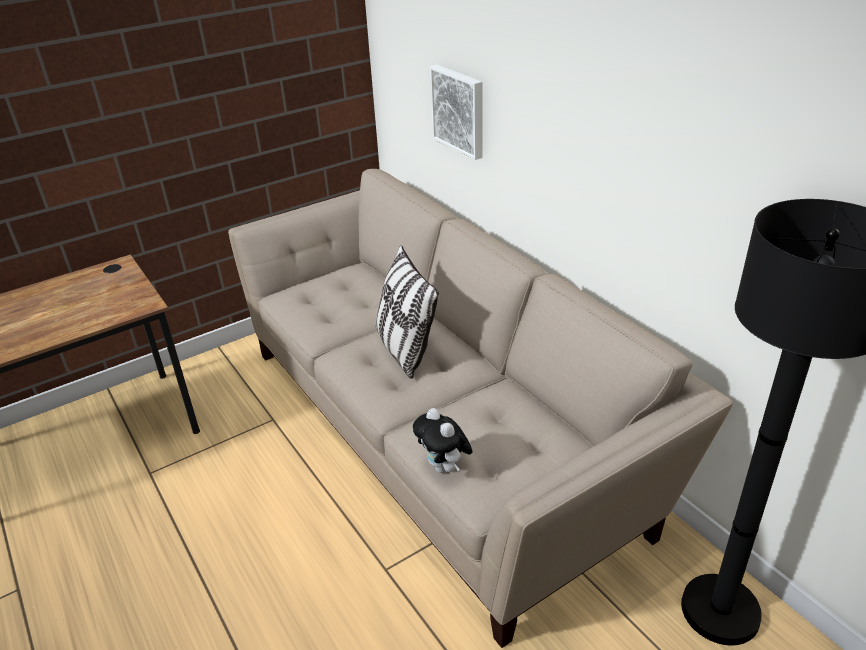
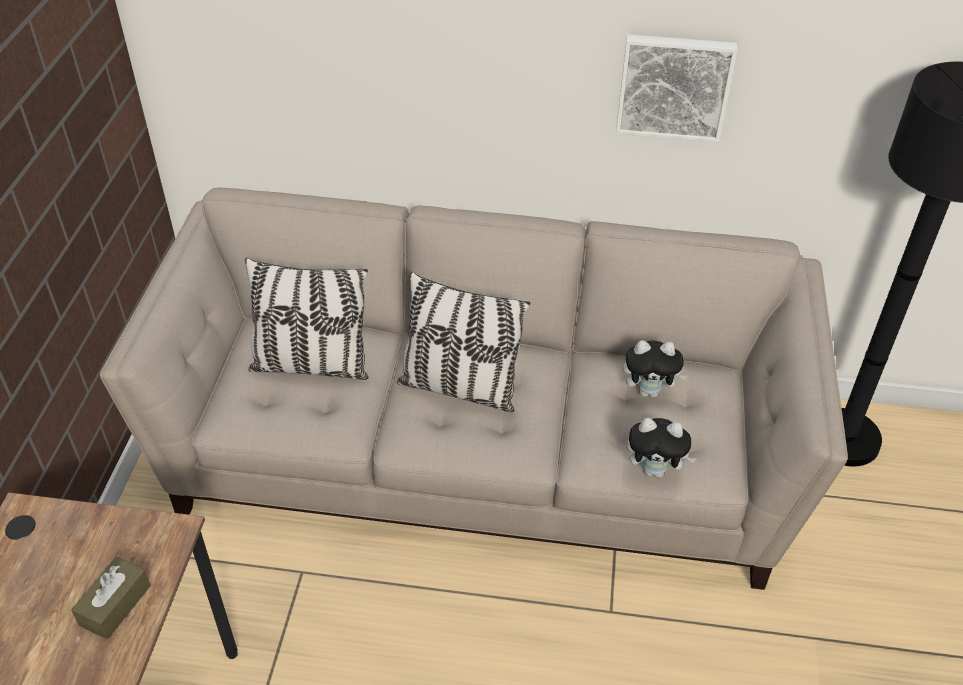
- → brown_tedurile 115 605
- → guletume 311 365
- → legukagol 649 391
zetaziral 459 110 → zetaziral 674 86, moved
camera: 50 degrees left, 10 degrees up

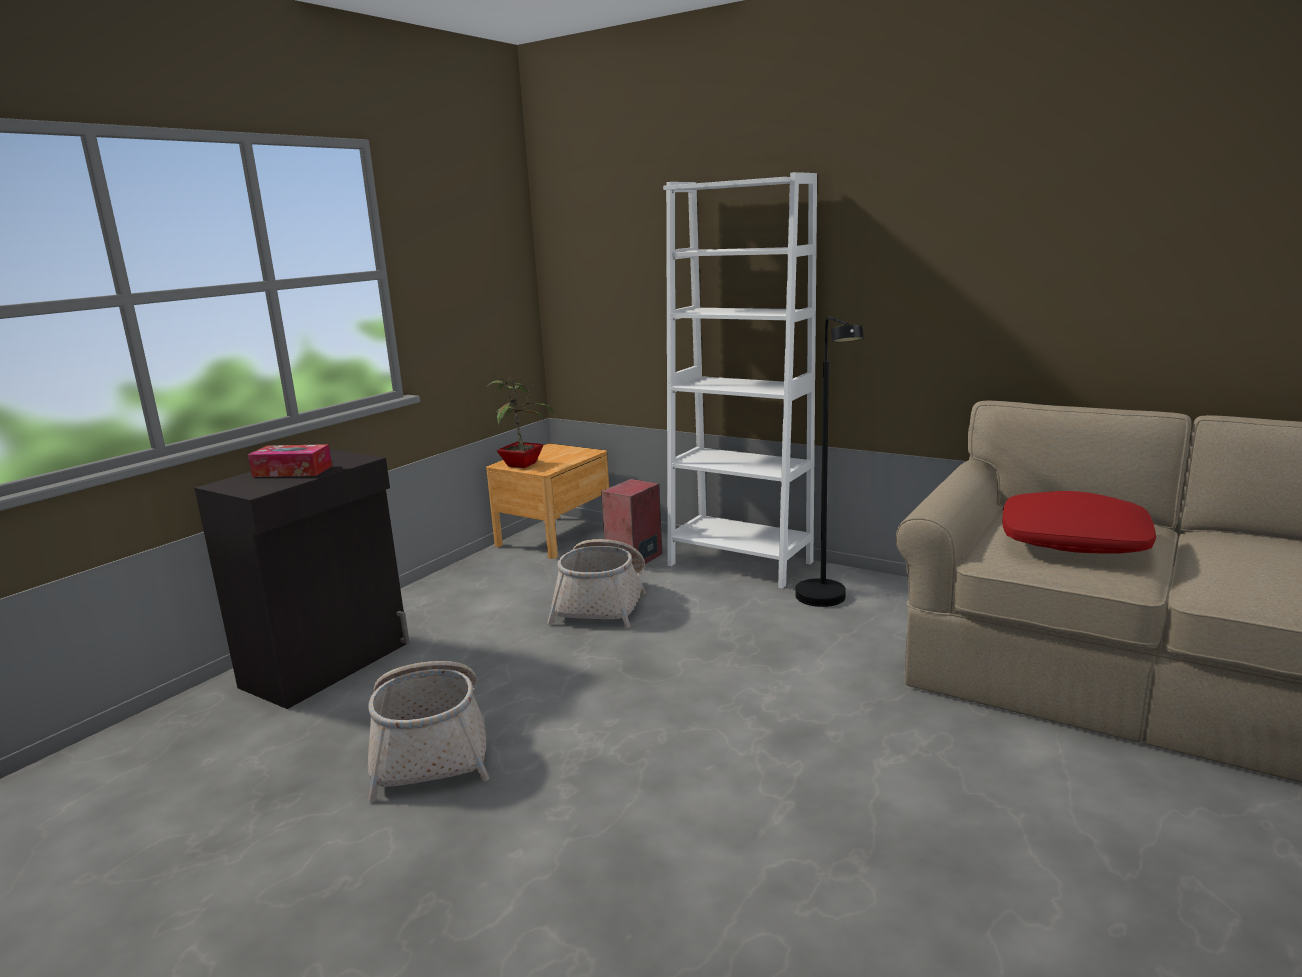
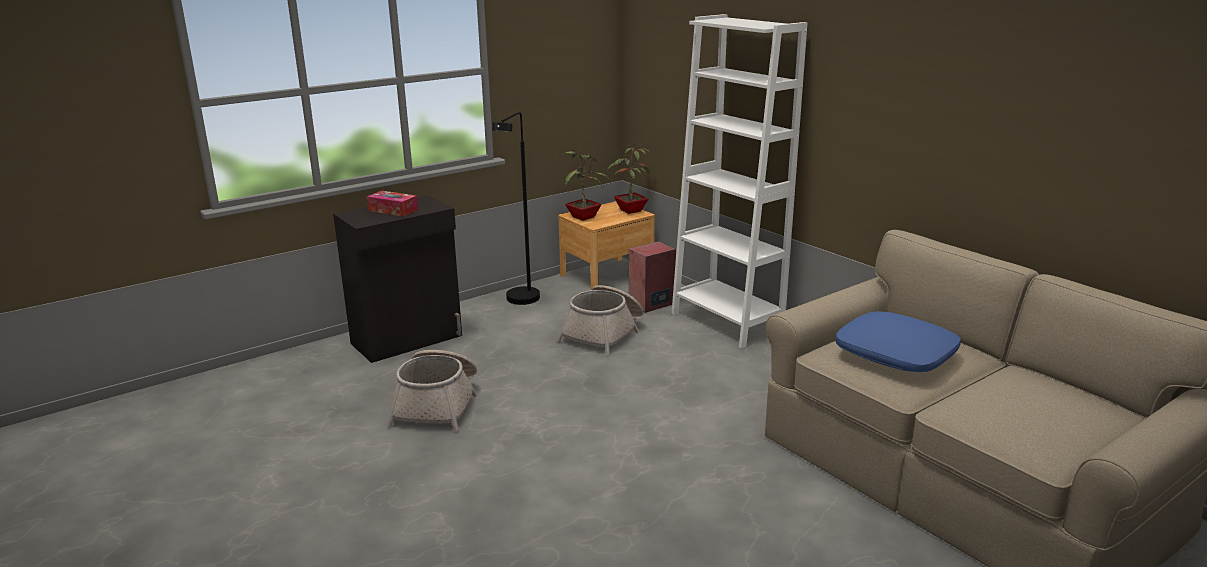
- → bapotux 629 211
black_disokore 826 602 → black_disokore 520 302, moved
red_guletume 1073 540 → blue_guletume 896 354
camera: 20 degrees right, 5 degrees up

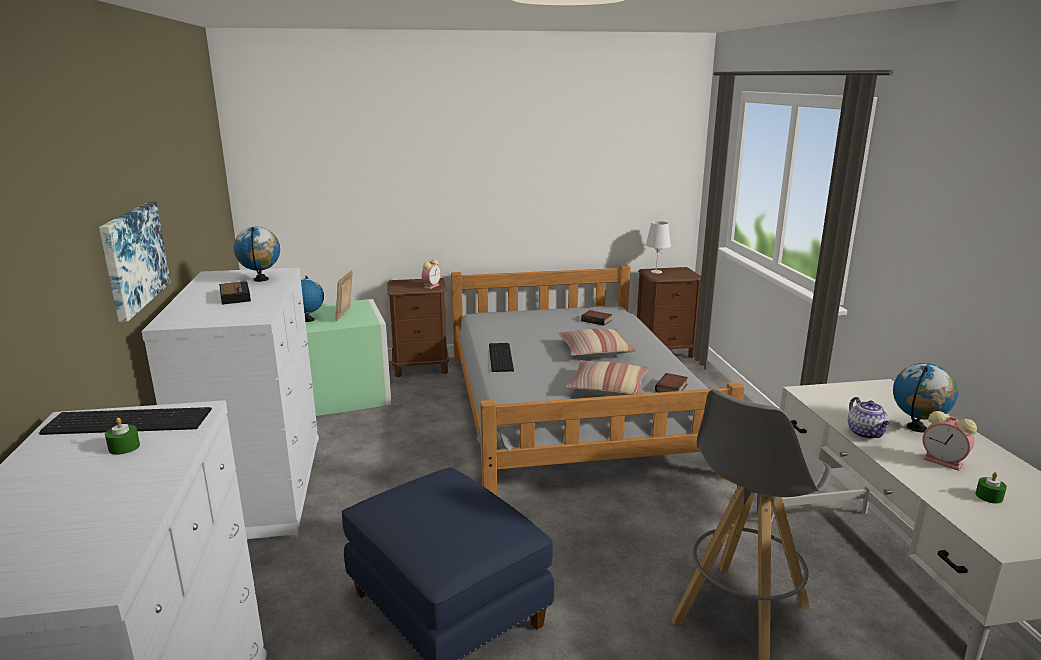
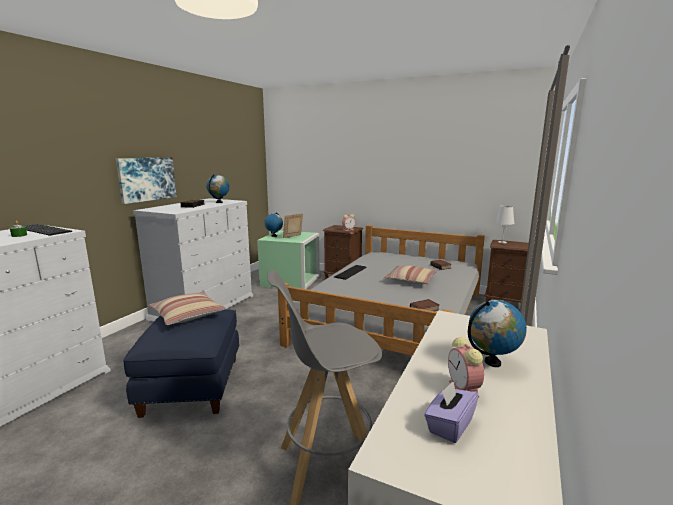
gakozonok 866 433 → -
guletume 608 387 → guletume 187 315, moved
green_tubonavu 989 496 → purple_tedurile 449 425
camera: 35 degrees right, 5 degrees down

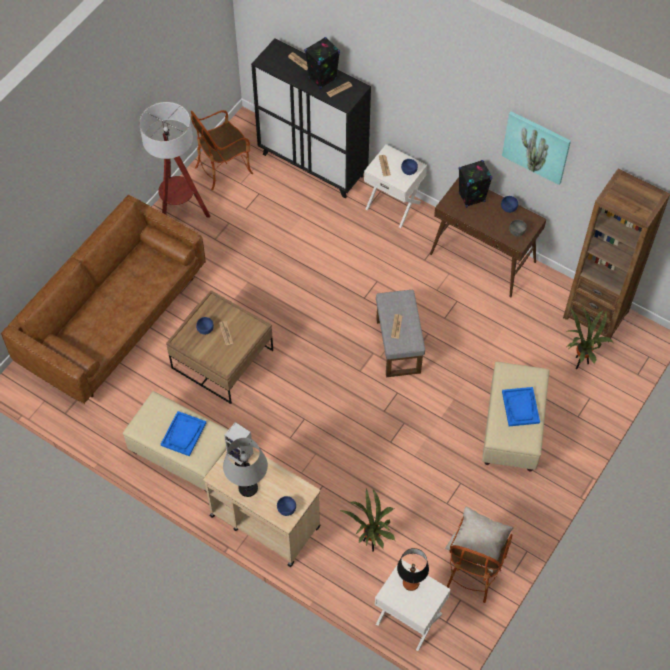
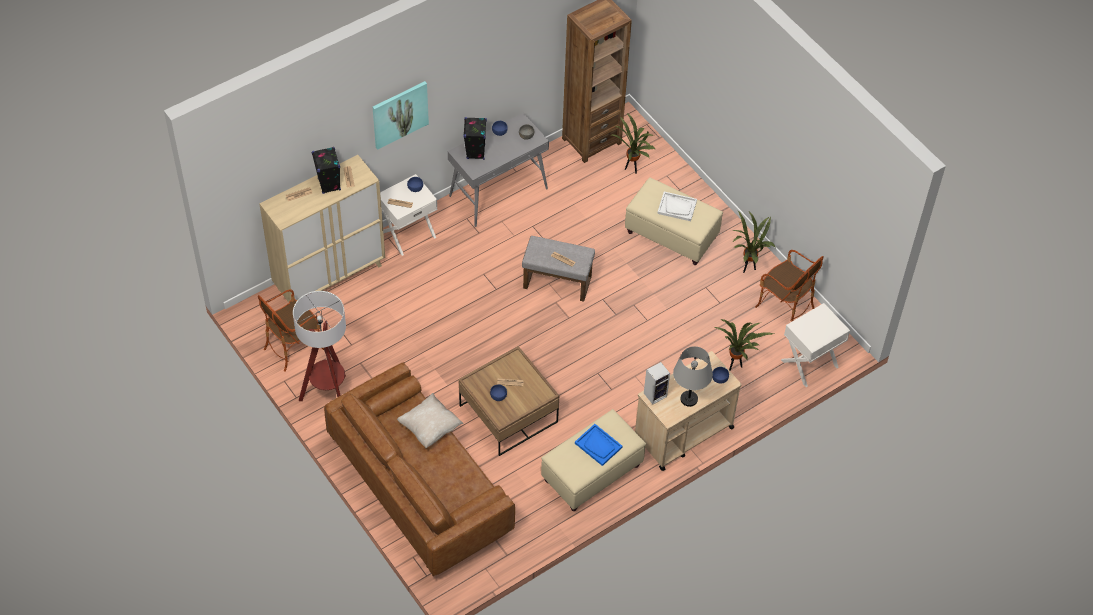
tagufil 411 583 → -
- → bapotux 747 268
beige_guletume 477 544 → beige_guletume 430 428, moved
zetaziral 536 147 → zetaziral 400 114, moved
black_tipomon 313 165 → beige_tipomon 330 277
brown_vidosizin 483 258 → grey_vidosizin 498 192
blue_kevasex 520 407 → white_kevasex 677 207
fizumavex 224 168 → fizumavex 293 347, 60 degrees clockwise
camera: 70 degrees left, 5 degrees down

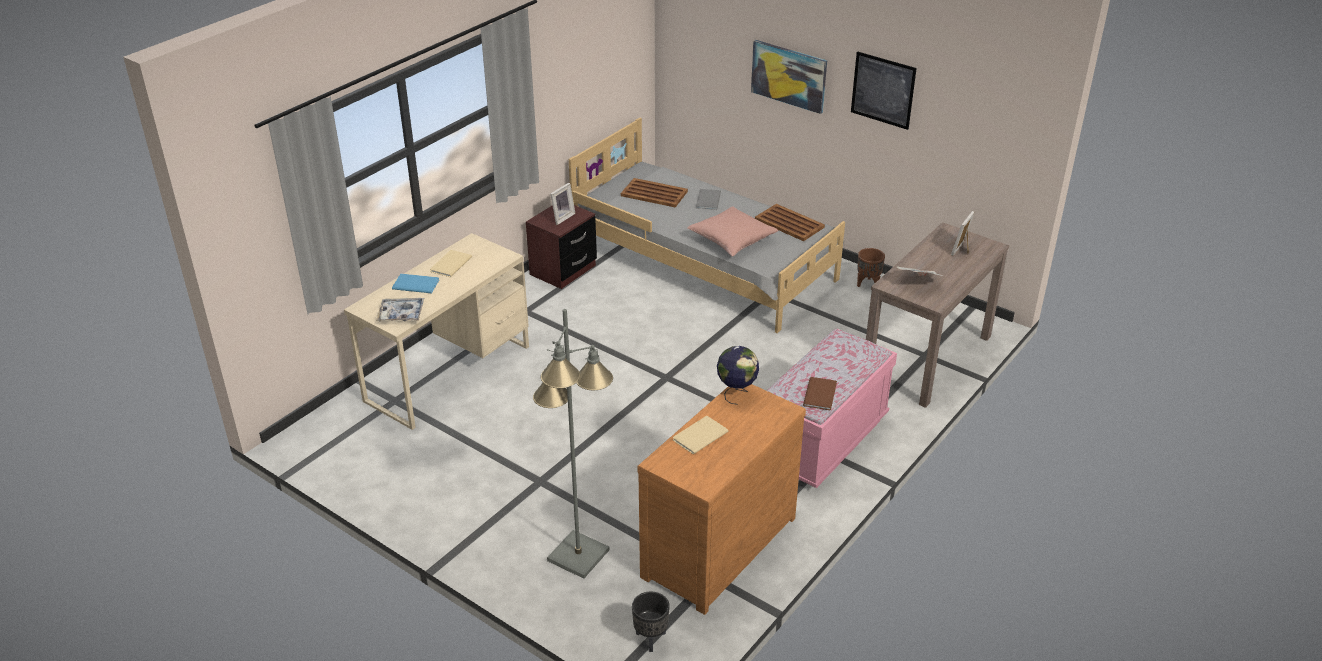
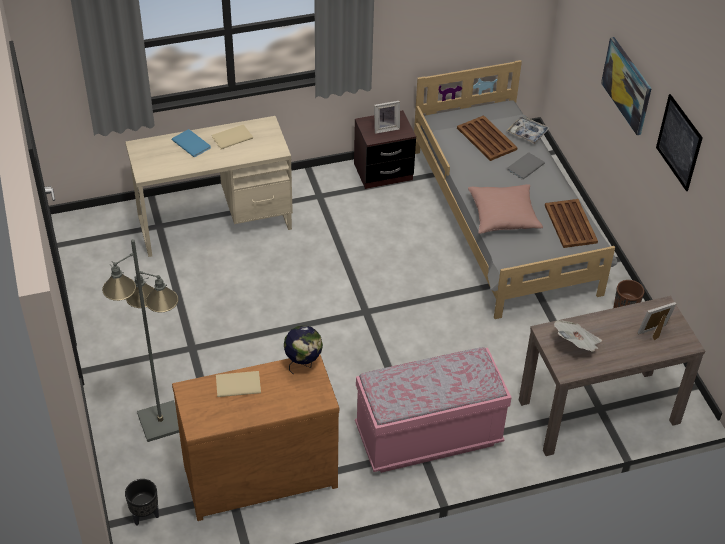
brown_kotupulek 821 394 → -
kevasex 401 314 → kevasex 527 133, moved
camera: 35 degrees right, 10 degrees up

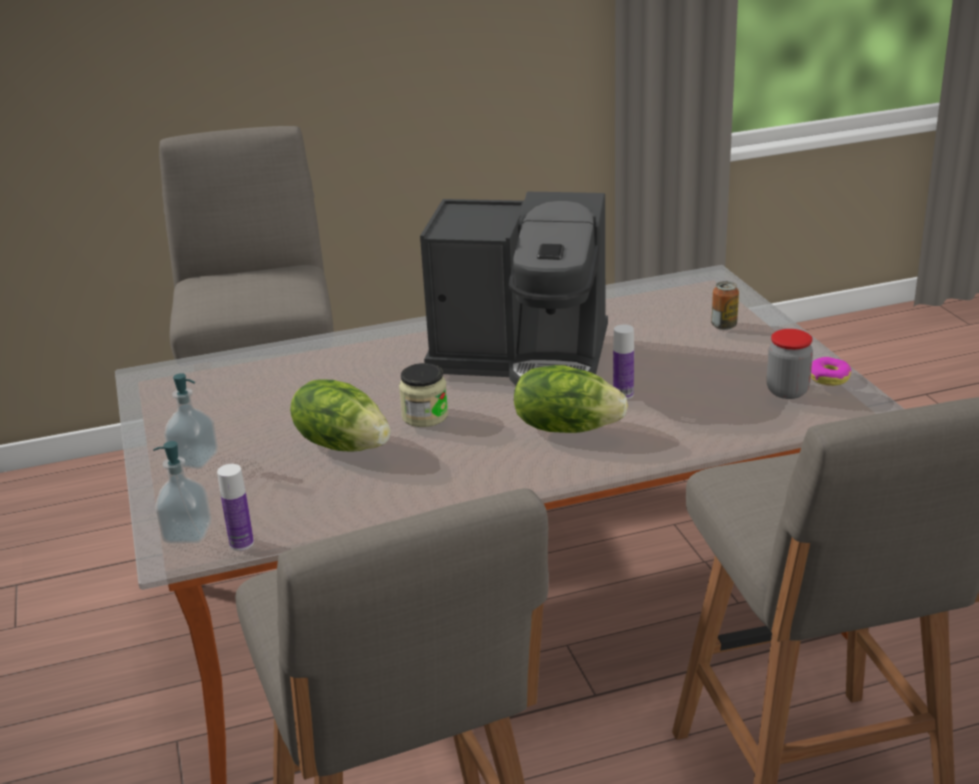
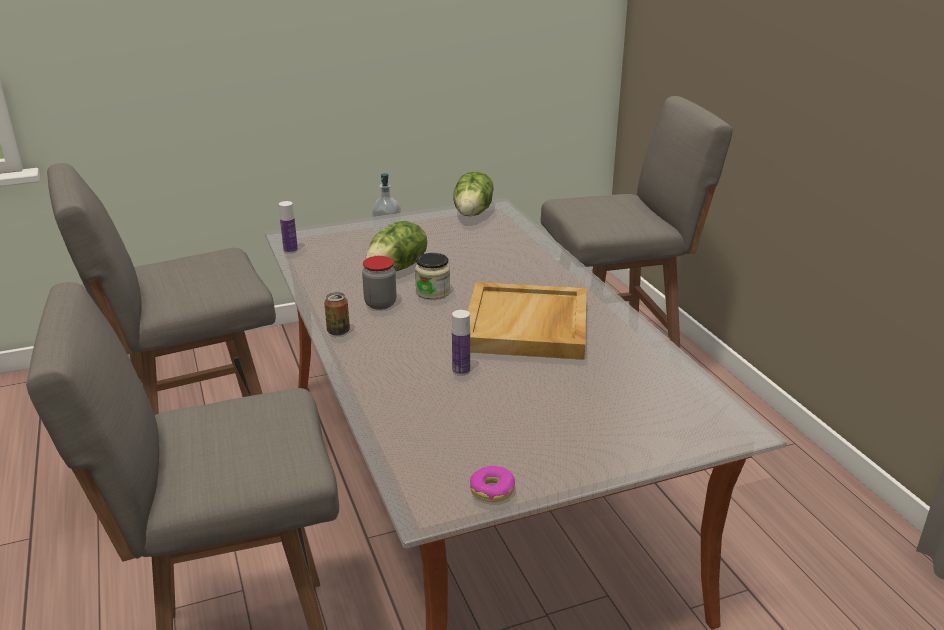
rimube 187 533 → -
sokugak 566 427 → sokugak 473 213, moved
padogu 724 325 → padogu 338 331, moved
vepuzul 787 391 → vepuzul 380 304, moved
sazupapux 523 359 → beige_kevasex 527 326
camera: 85 degrees right, 0 degrees up

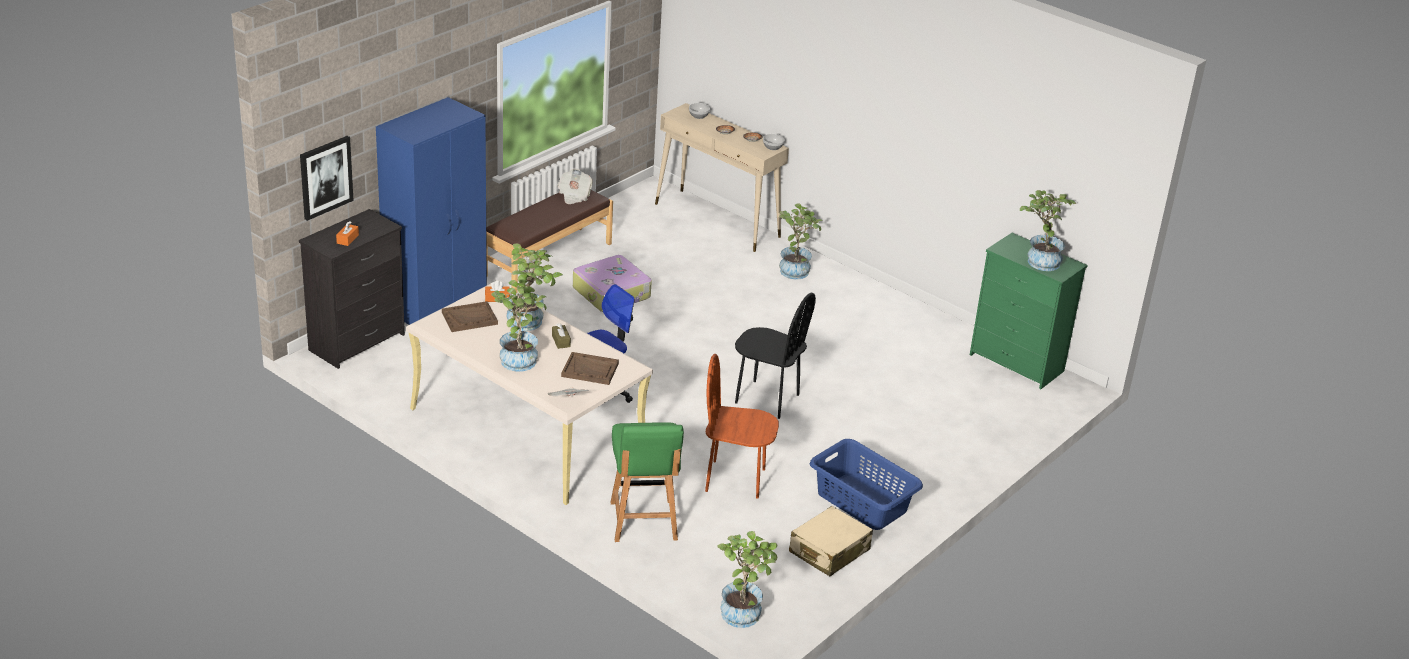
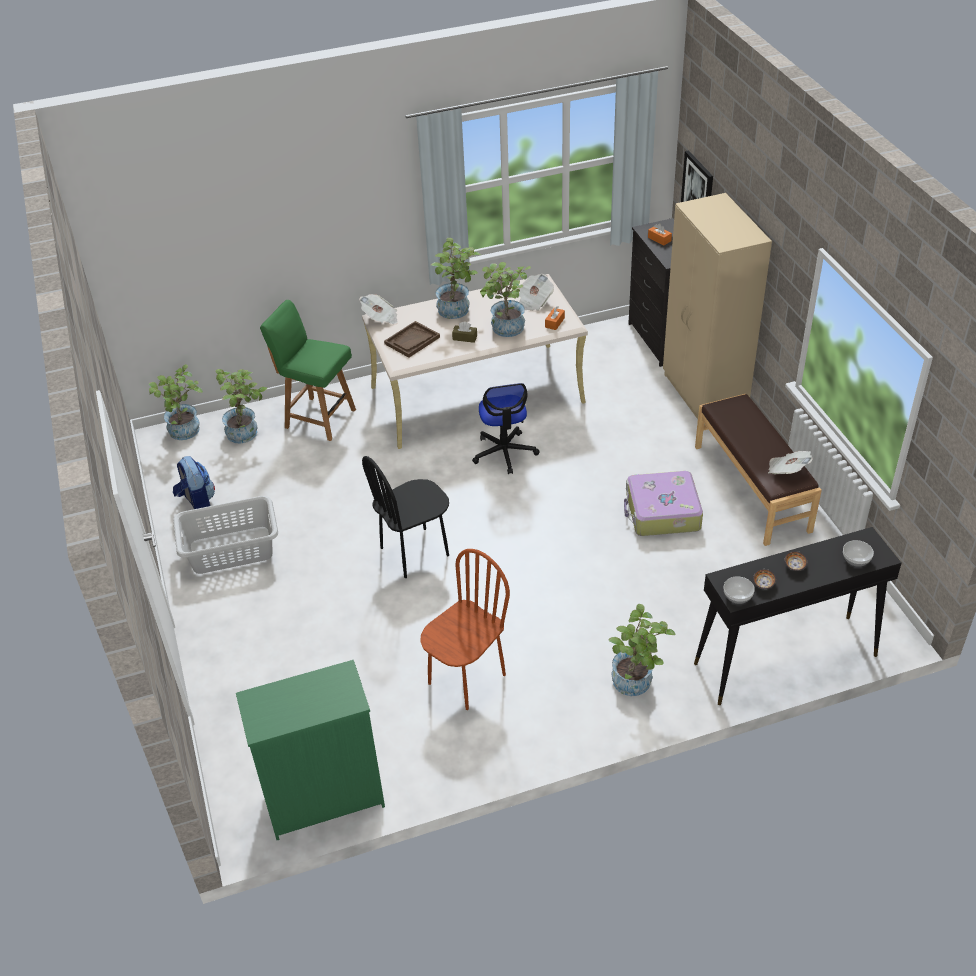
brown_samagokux 735 479 → brown_samagokux 466 678, moved
bapotux 1039 260 → bapotux 247 432, moved
brown_kevasex 469 318 → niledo 533 302
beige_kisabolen 829 551 → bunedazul 197 503
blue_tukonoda 437 302 → beige_tukonoda 703 396
beige_vidosizin 717 220 → black_vidosizin 784 660
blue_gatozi 862 502 → grey_gatozi 231 550
camera: 125 degrees right, 10 degrees up

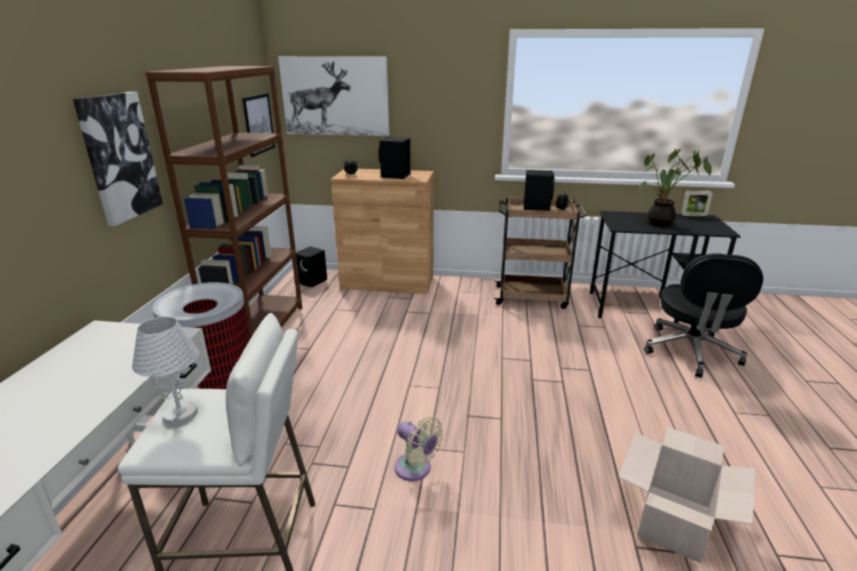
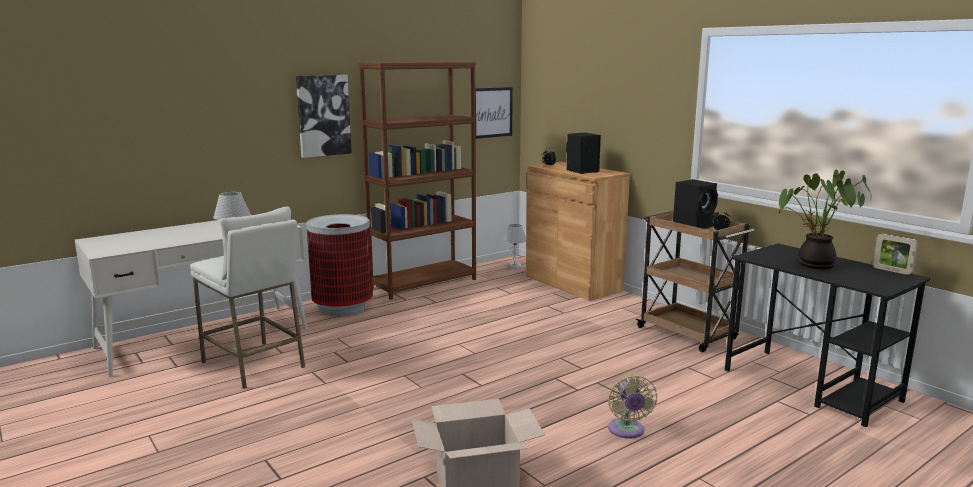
zetaziral 335 96 → -
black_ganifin 691 352 → -
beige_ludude 415 469 → beige_ludude 627 431, moved
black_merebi 313 281 → white_tagufil 514 266
camera: 45 degrees right, 10 degrees down

